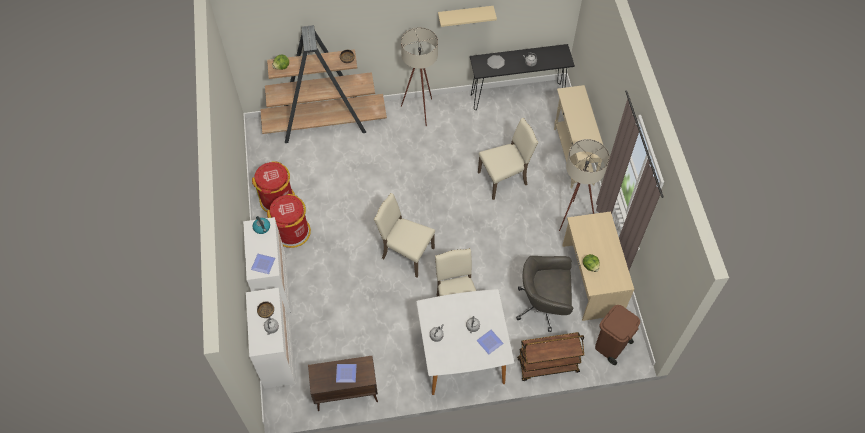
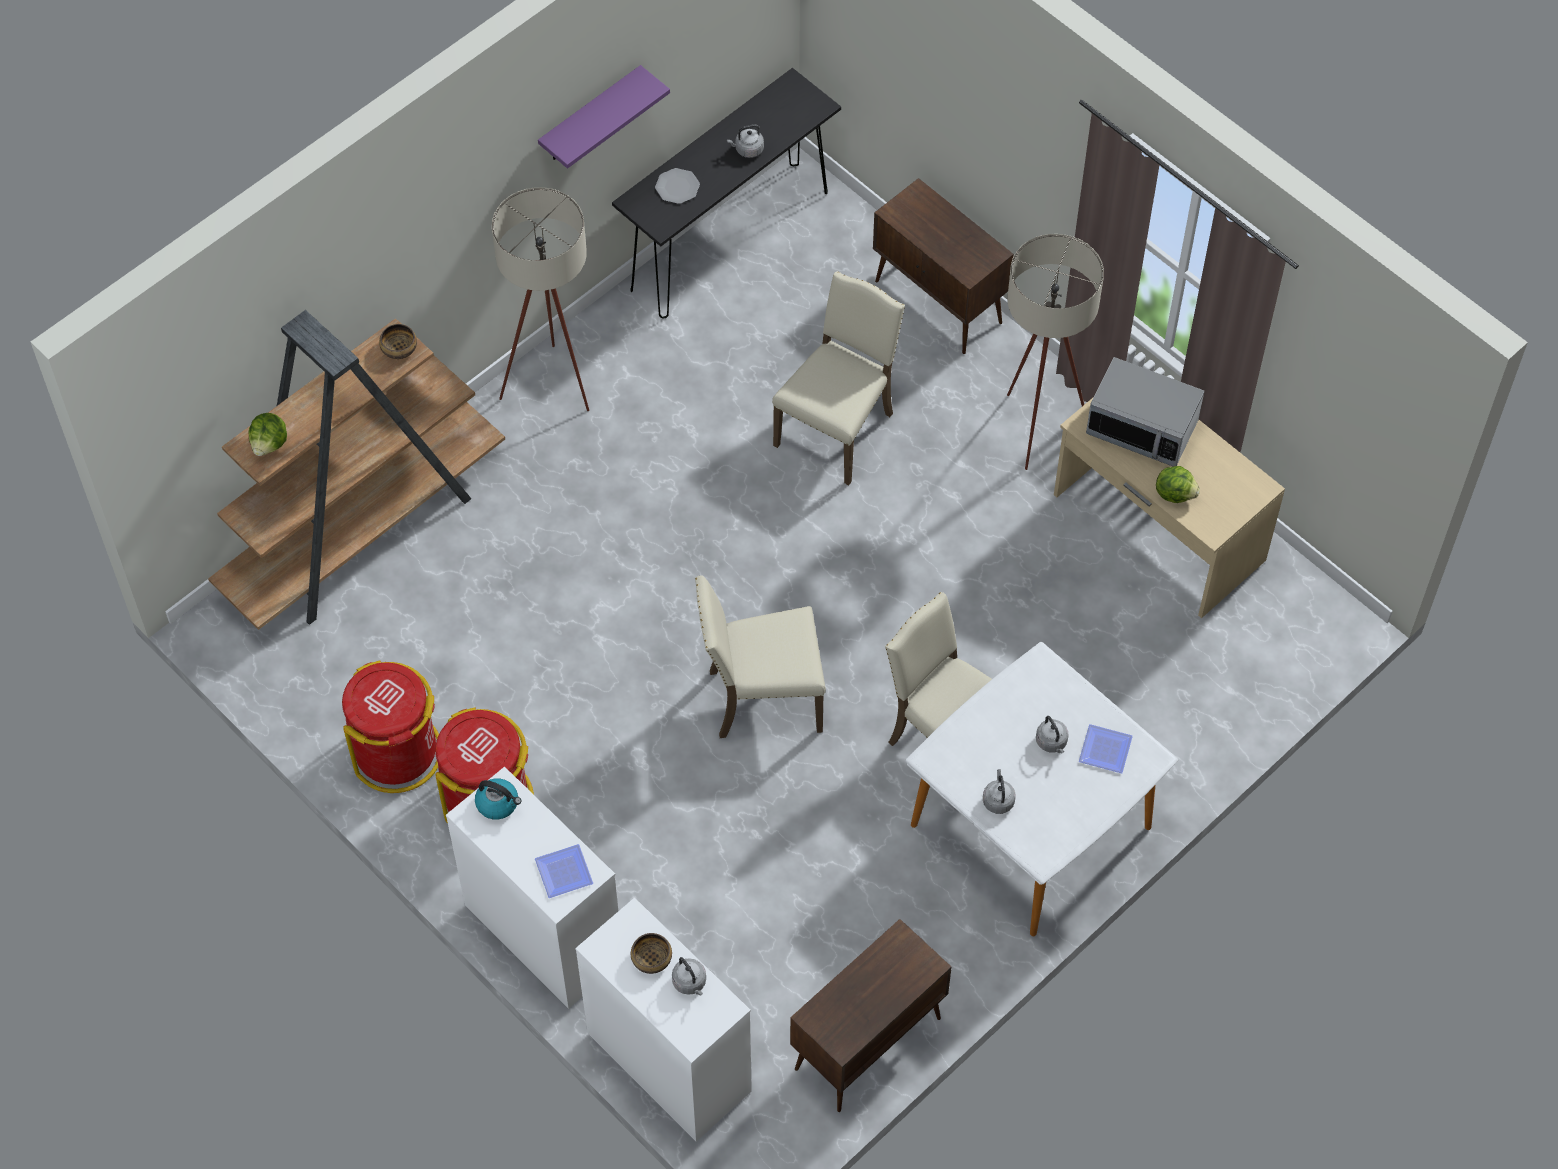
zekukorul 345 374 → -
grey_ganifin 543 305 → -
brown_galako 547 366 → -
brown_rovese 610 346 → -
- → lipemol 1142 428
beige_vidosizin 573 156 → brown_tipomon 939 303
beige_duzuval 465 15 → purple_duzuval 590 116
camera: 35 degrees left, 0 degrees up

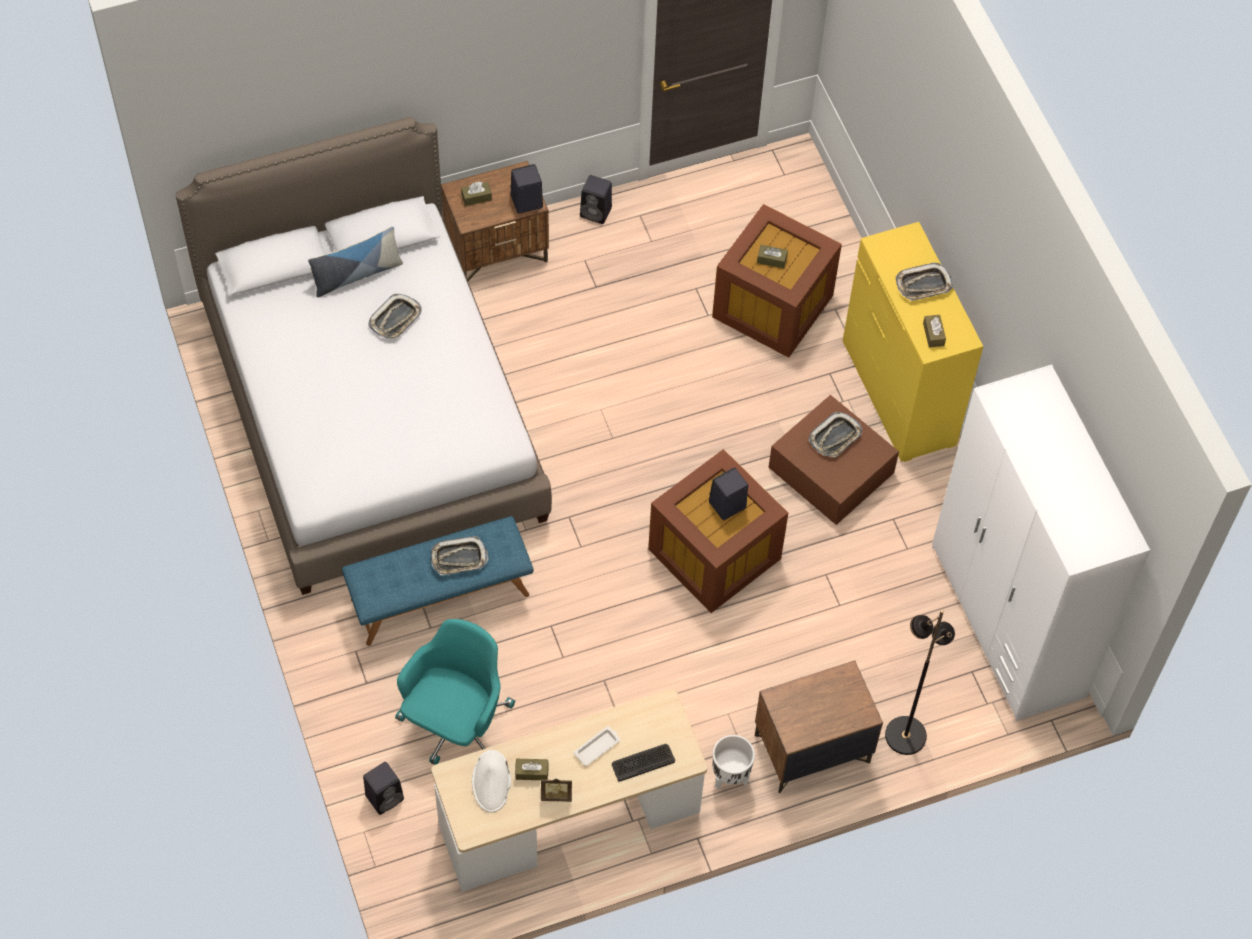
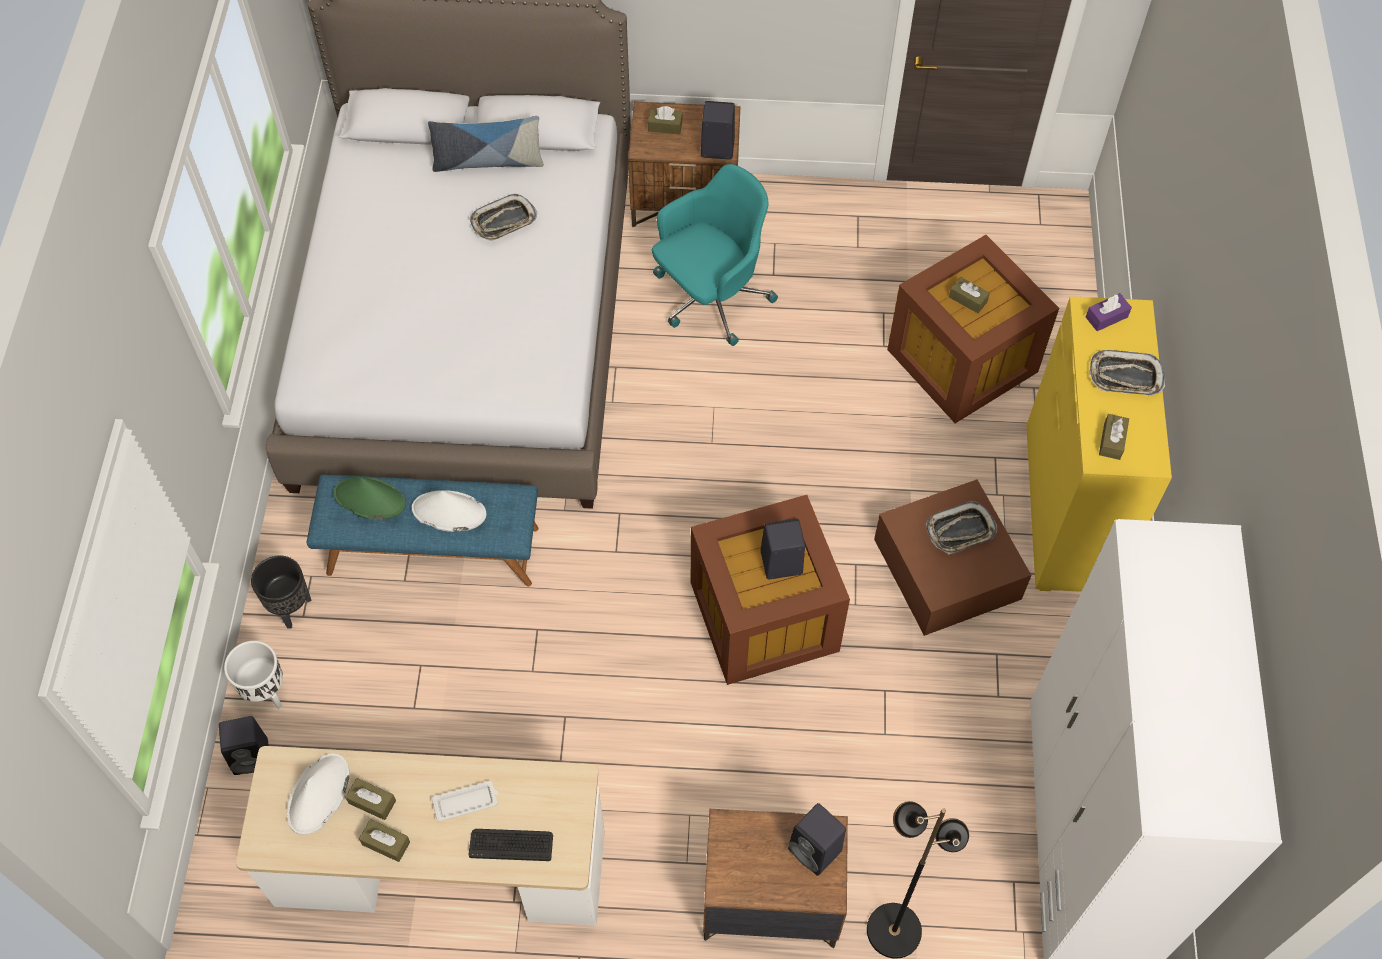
- → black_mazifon 290 608
- → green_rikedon 369 499
- → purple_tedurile 1106 317
turquoise_ganifin 456 724 → turquoise_ganifin 710 298, moved
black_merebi 597 212 → black_merebi 816 851, moved
white_mazifon 730 777 → white_mazifon 266 692, moved
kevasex 459 558 → white_rikedon 448 512
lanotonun 556 795 → brown_tedurile 386 843
camera: 25 degrees right, 0 degrees up

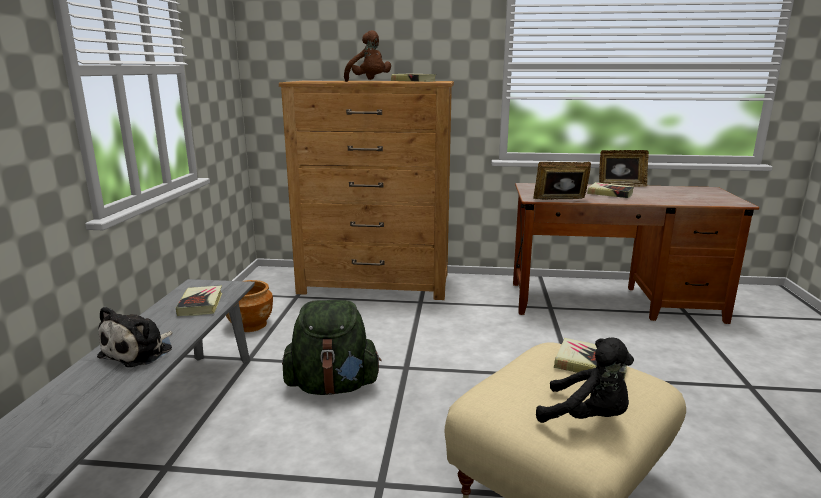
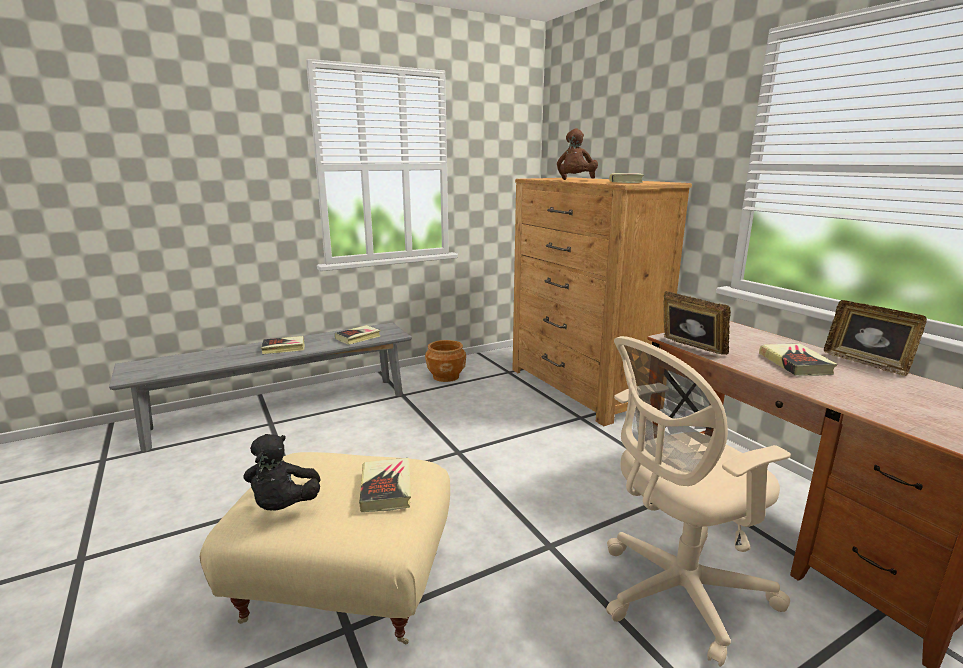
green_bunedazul 332 386 → -
- → beige_ganifin 676 594
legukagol 140 351 → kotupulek 283 348
camera: 55 degrees right, 0 degrees up

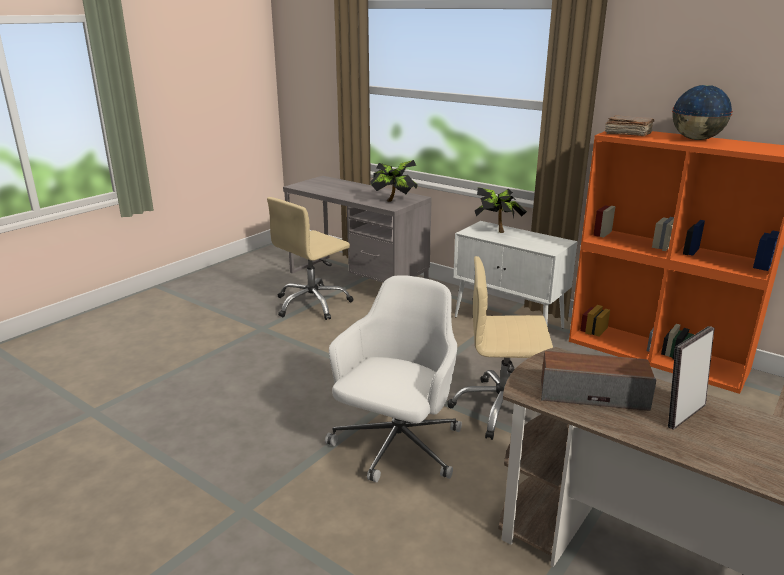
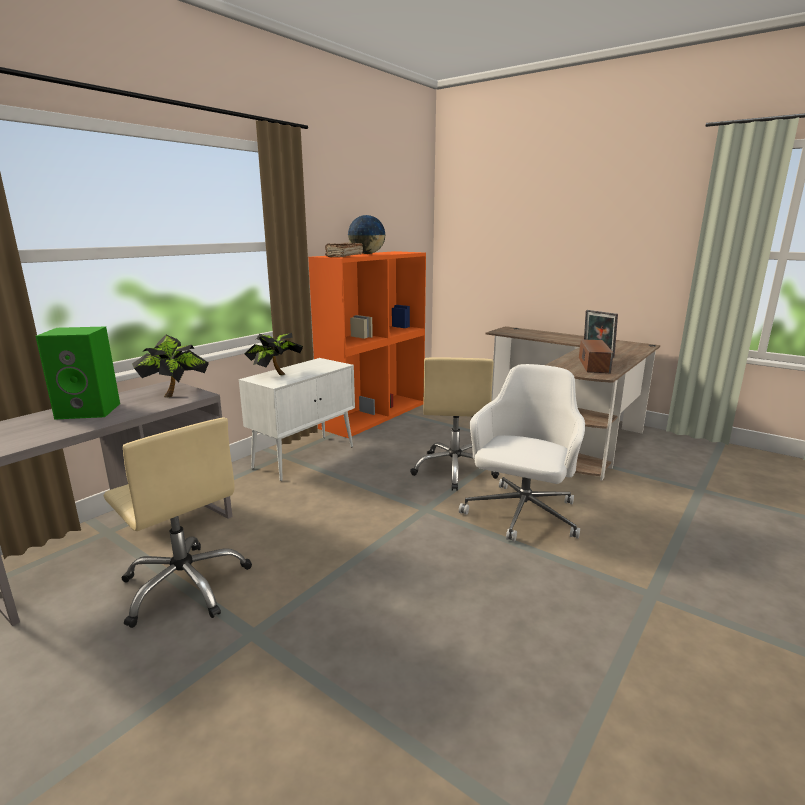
- → green_merebi 90 410
white_ganifin 396 447 → white_ganifin 521 515, 90 degrees clockwise
camera: 90 degrees left, 5 degrees down

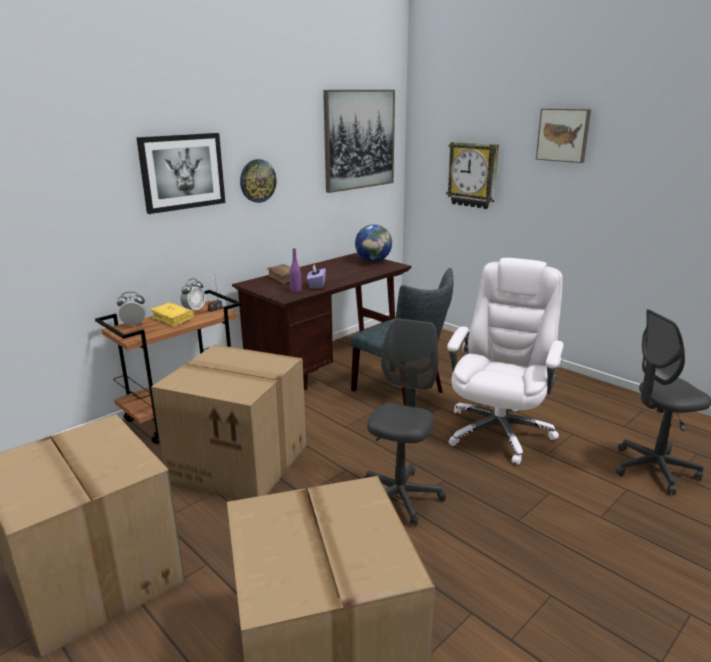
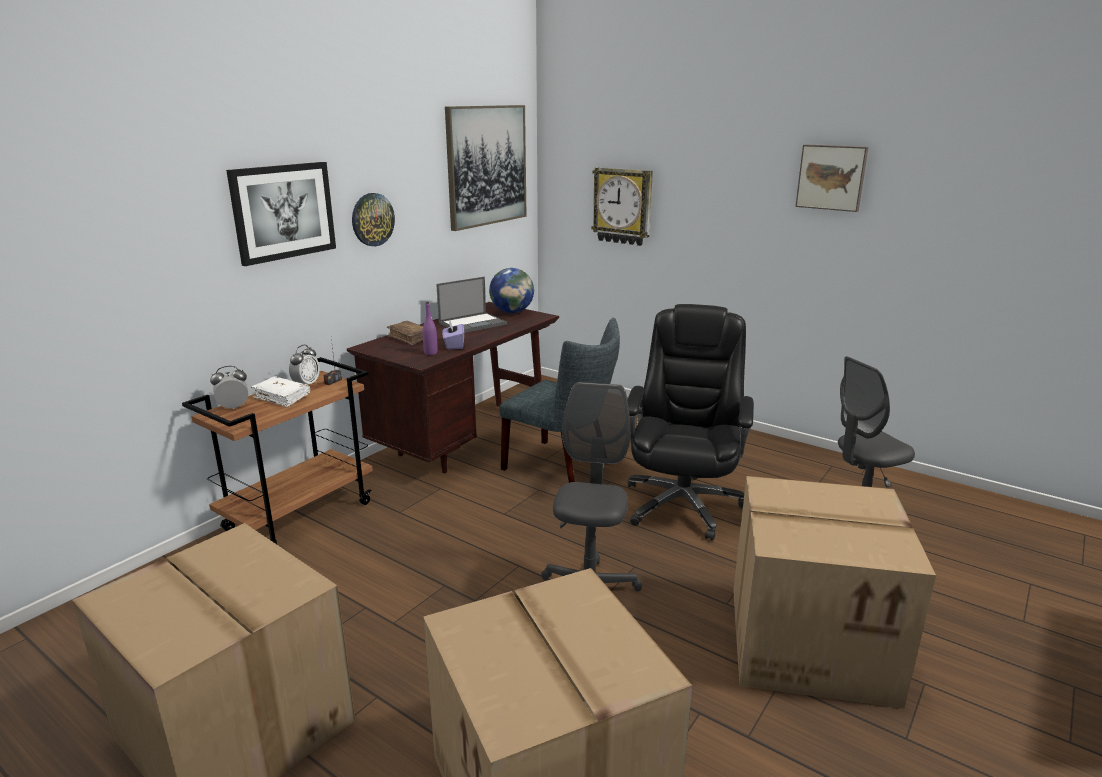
- → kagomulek 473 323
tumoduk 241 462 → tumoduk 811 641, moved
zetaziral 563 135 → zetaziral 831 177, moved
yellow_kotupulek 172 319 → white_kotupulek 282 397
white_ganifin 499 430 → black_ganifin 683 503
camera: 10 degrees left, 0 degrees up

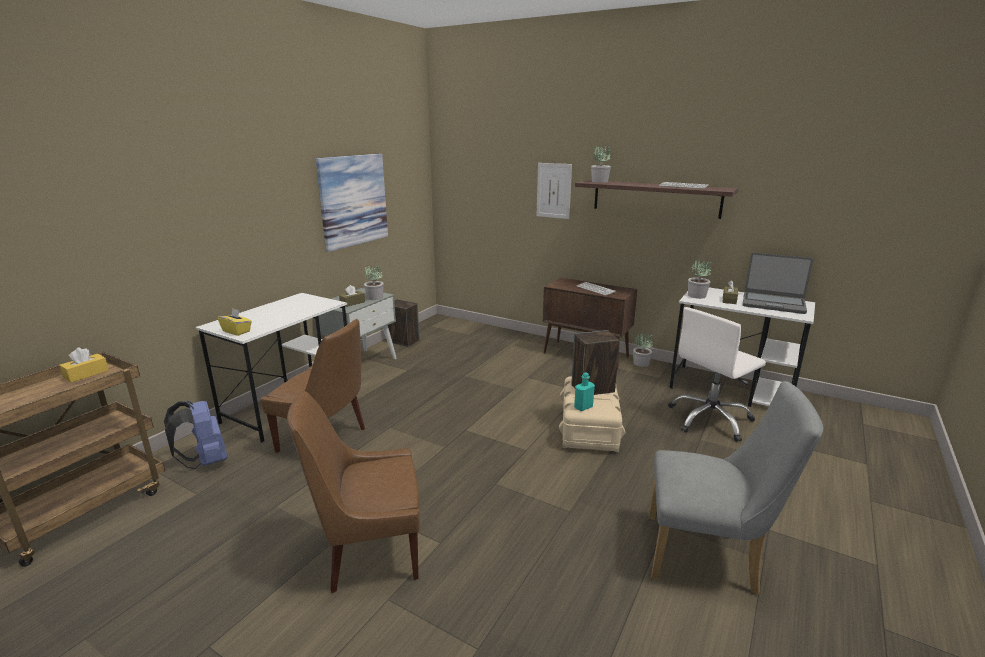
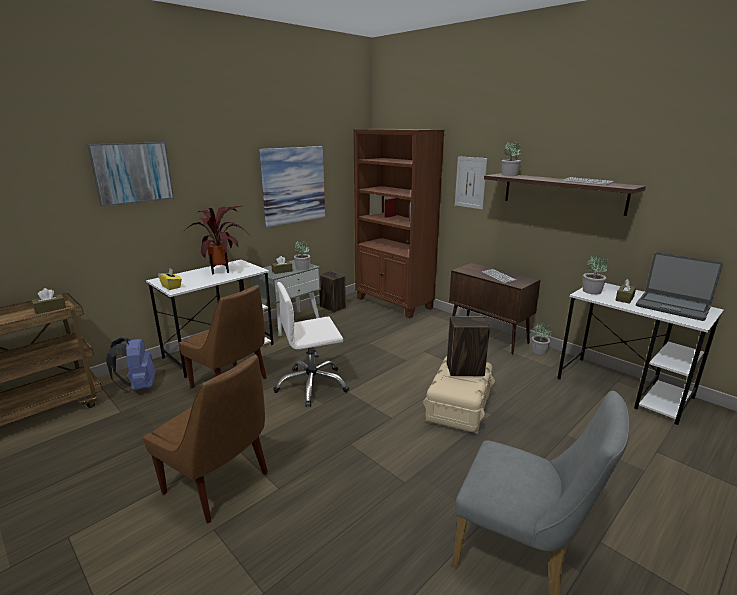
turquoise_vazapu 583 407 → -
- → zetaziral 132 173
- → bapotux 222 271
- → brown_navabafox 394 303
white_ganifin 710 419 → white_ganifin 312 385, moved
yellow_tedurile 86 374 → brown_tedurile 50 309
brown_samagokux 369 551 → brown_samagokux 219 484, 150 degrees counterclockwise
camera: 15 degrees right, 0 degrees up

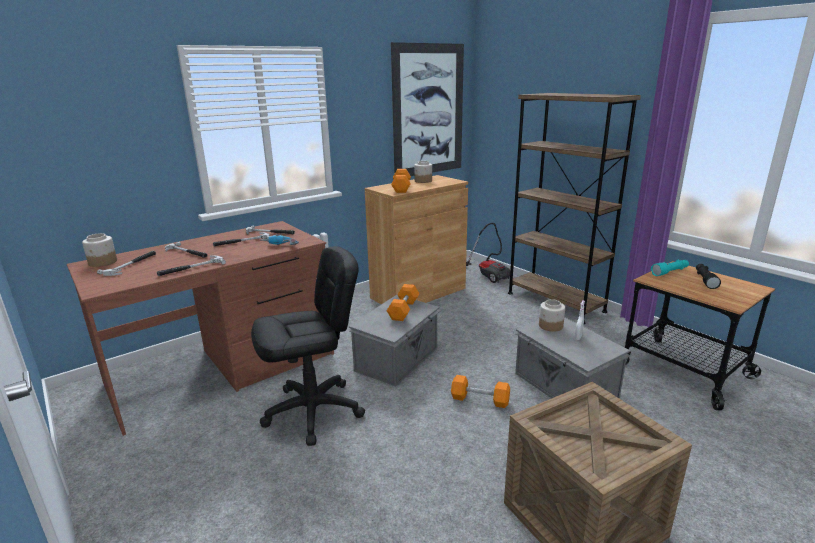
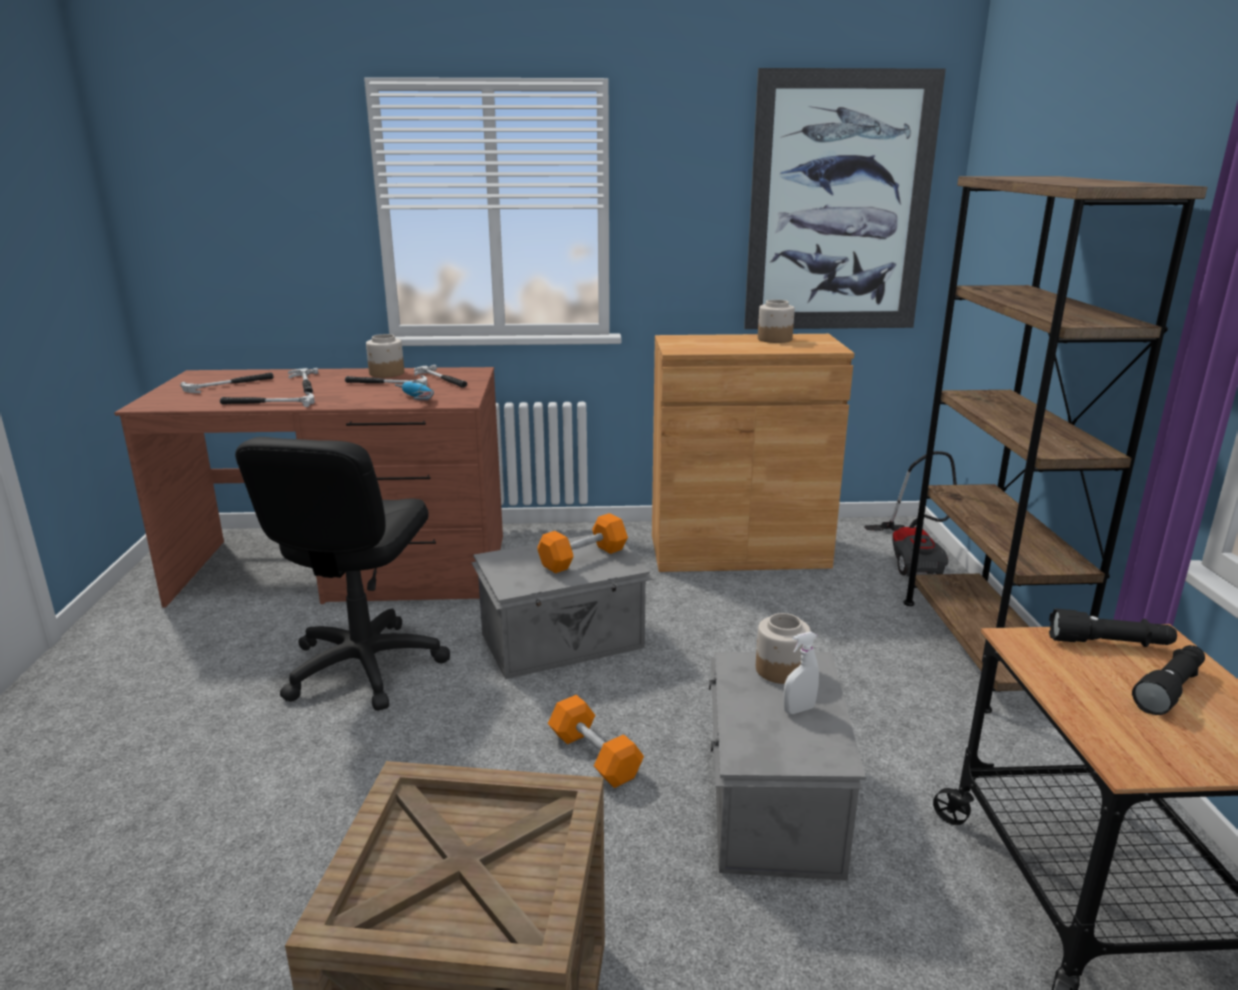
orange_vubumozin 401 188 → -
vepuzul 103 262 → vepuzul 386 373, moved
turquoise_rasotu 670 272 → black_rasotu 1109 643
black_ganifin 314 411 → black_ganifin 363 667, 90 degrees clockwise
camera: 35 degrees right, 0 degrees up

